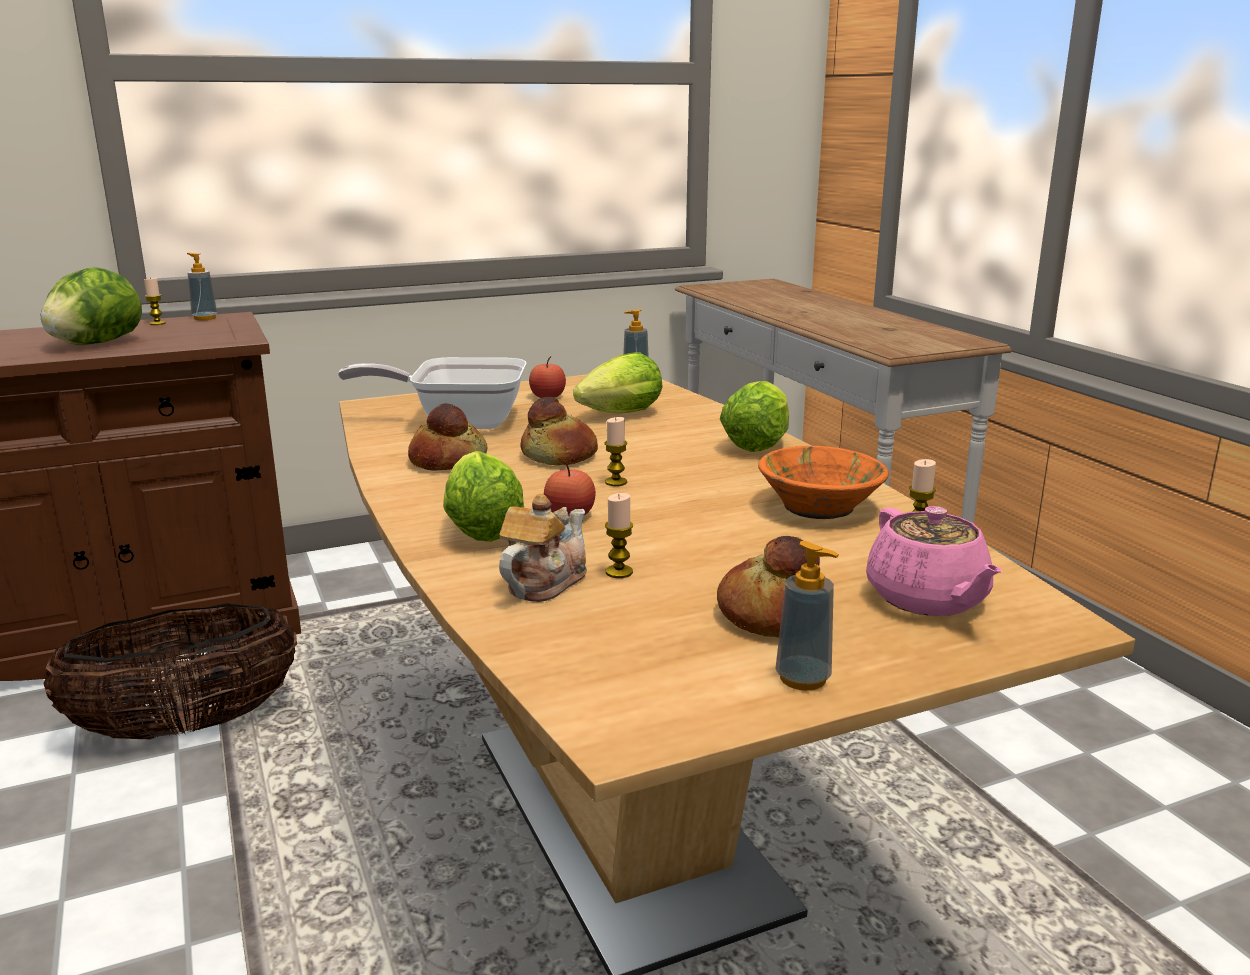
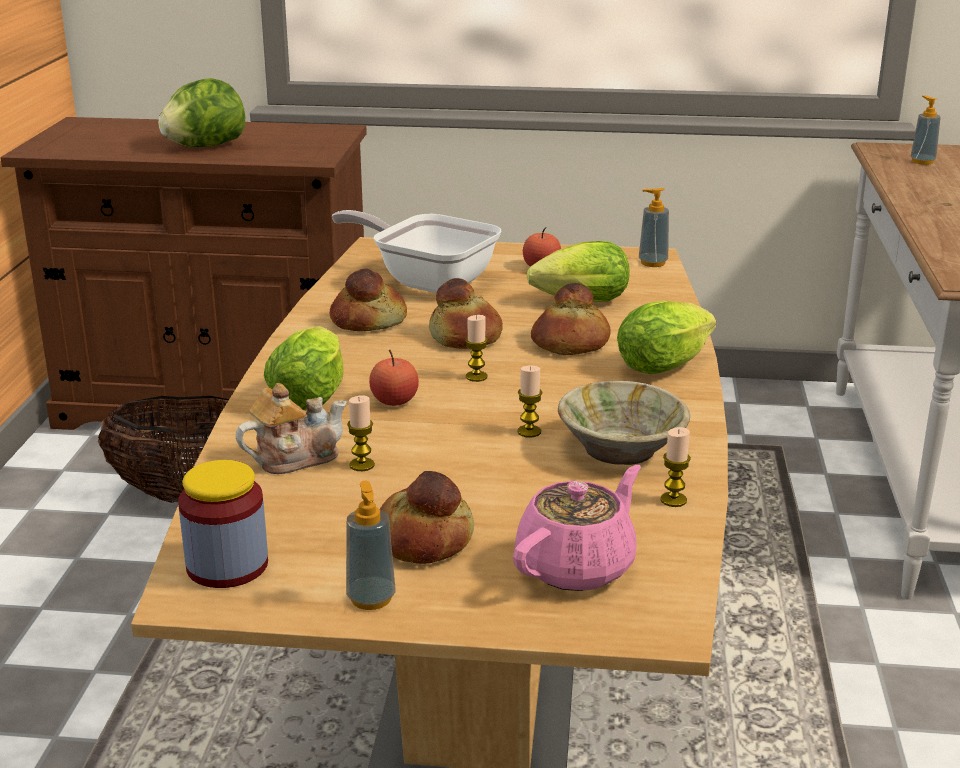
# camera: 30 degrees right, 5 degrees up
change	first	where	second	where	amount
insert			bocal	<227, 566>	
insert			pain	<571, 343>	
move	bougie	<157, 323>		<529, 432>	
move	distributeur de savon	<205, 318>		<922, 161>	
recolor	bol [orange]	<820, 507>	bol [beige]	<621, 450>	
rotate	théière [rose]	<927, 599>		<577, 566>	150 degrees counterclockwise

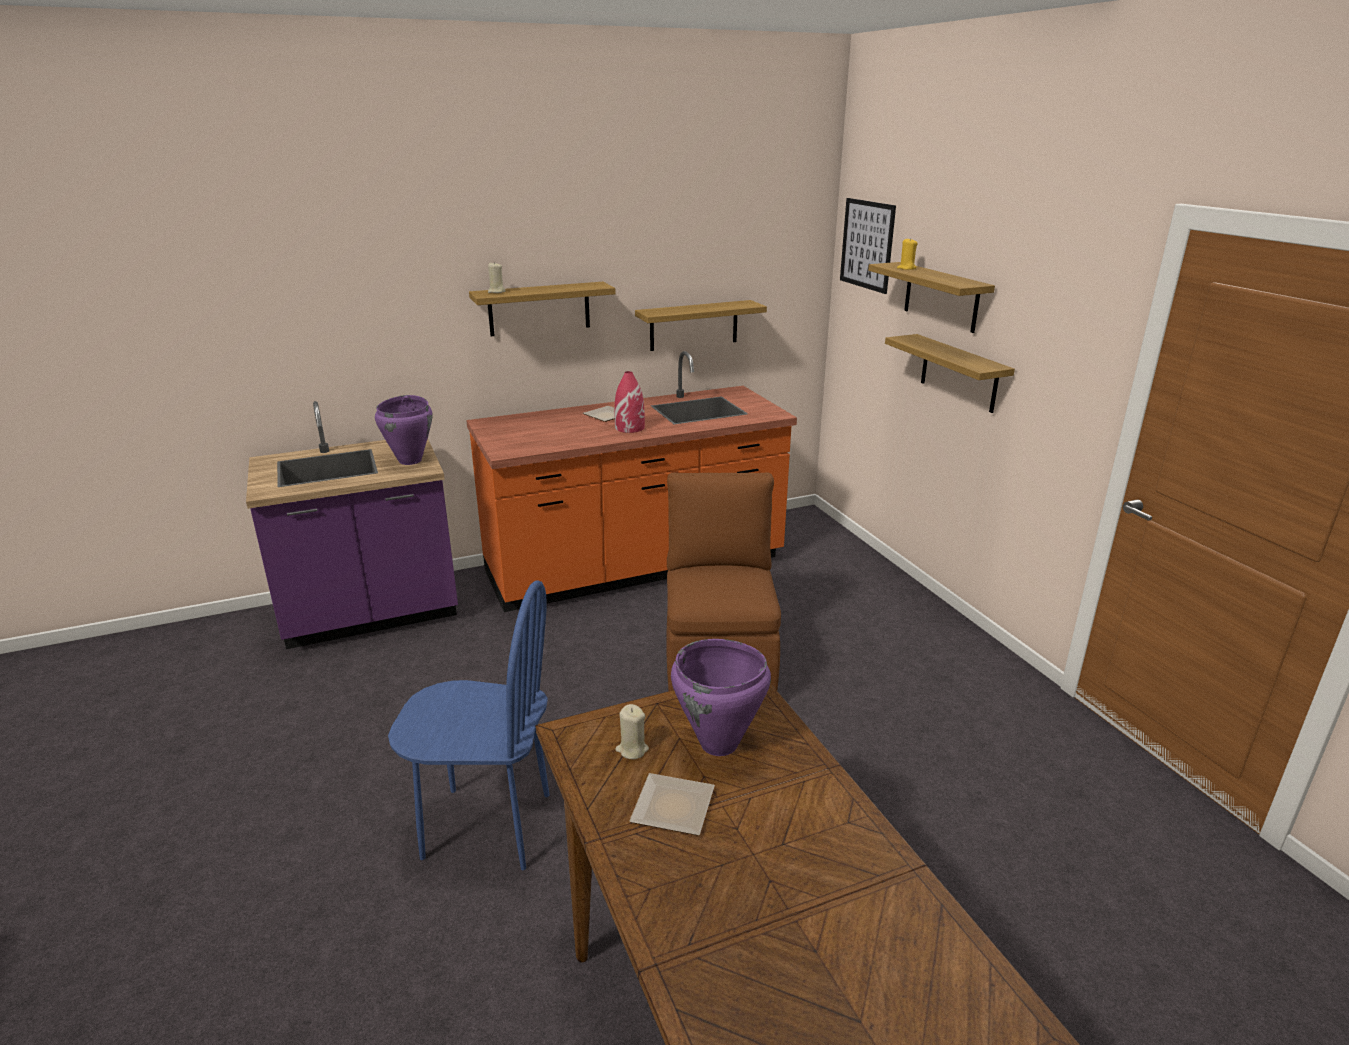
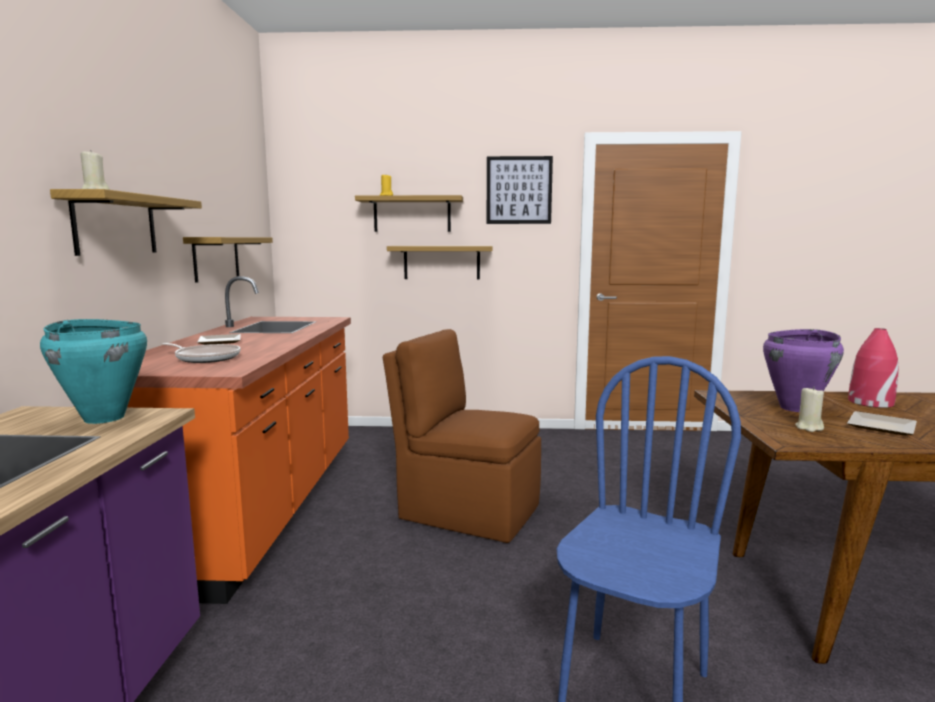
# camera: 65 degrees left, 15 degrees down
change	first	where	second	where	amount
insert			poêle	<206, 358>	
move	vase [rouge]	<629, 427>		<870, 402>	
move	tableau	<867, 244>		<519, 190>	
recolor	marmite [violet]	<410, 460>	marmite [turquoise]	<104, 418>	

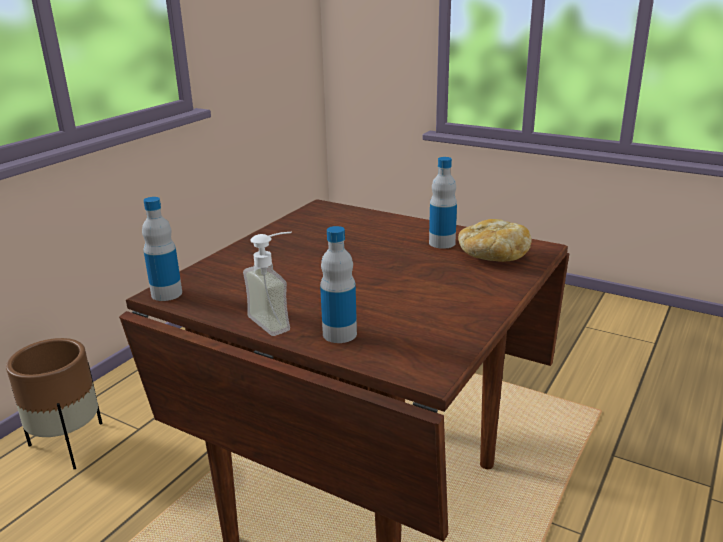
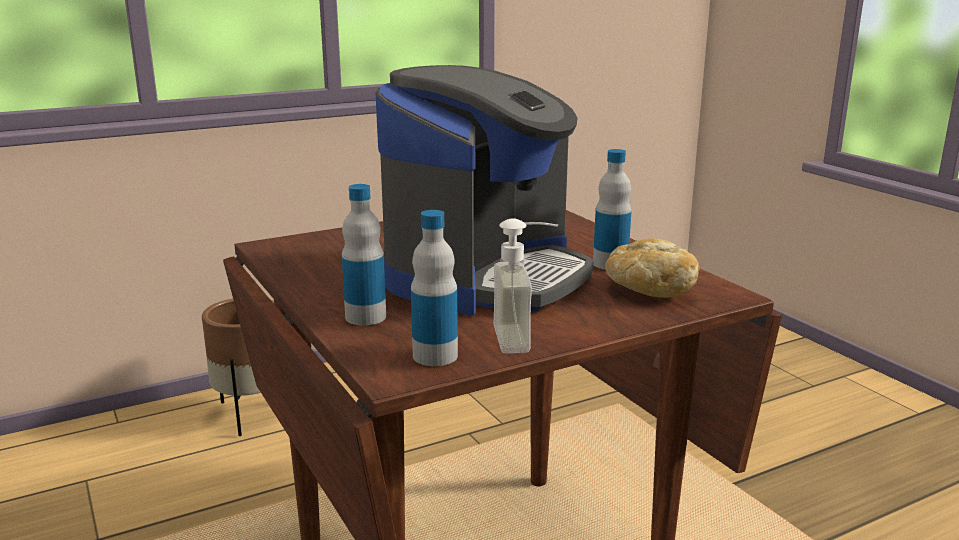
# camera: 30 degrees right, 5 degrees down
change	first	where	second	where	amount
insert			machine à café	<486, 277>	
move	bouteille	<166, 294>		<435, 356>	
move	distributeur de savon	<278, 320>		<525, 339>	

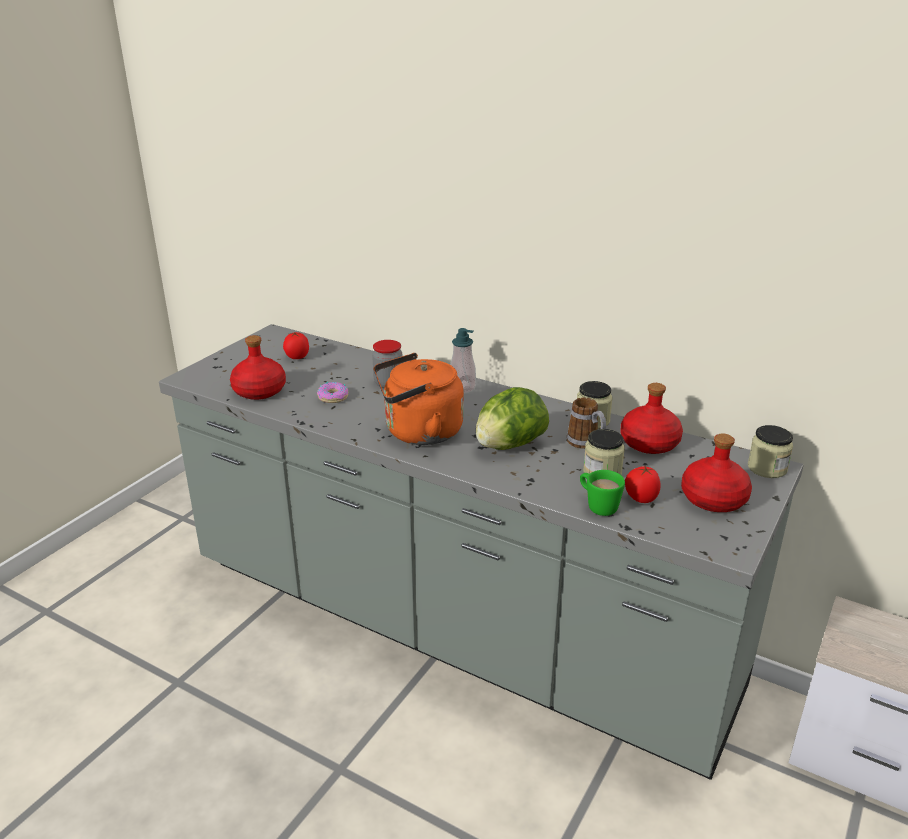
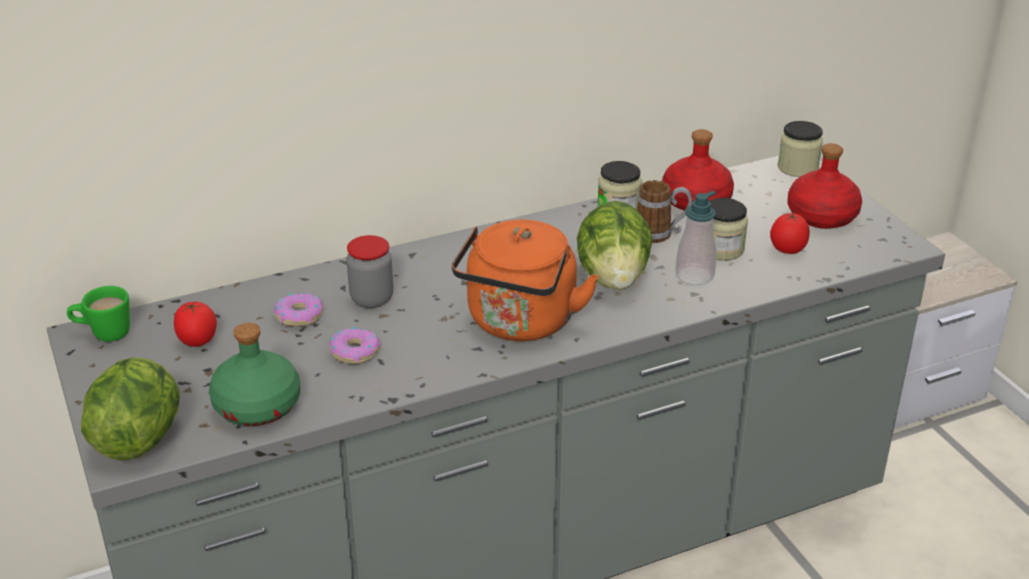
# camera: 55 degrees left, 5 degrees up
change	first	where	second	where	amount
insert			laitue	<139, 437>	
insert			beignet	<299, 316>	
move	distributeur de savon	<462, 388>		<694, 275>	
move	mug [vert]	<597, 506>		<103, 333>	
recolor	bouteille [rouge]	<259, 391>	bouteille [vert]	<258, 406>	

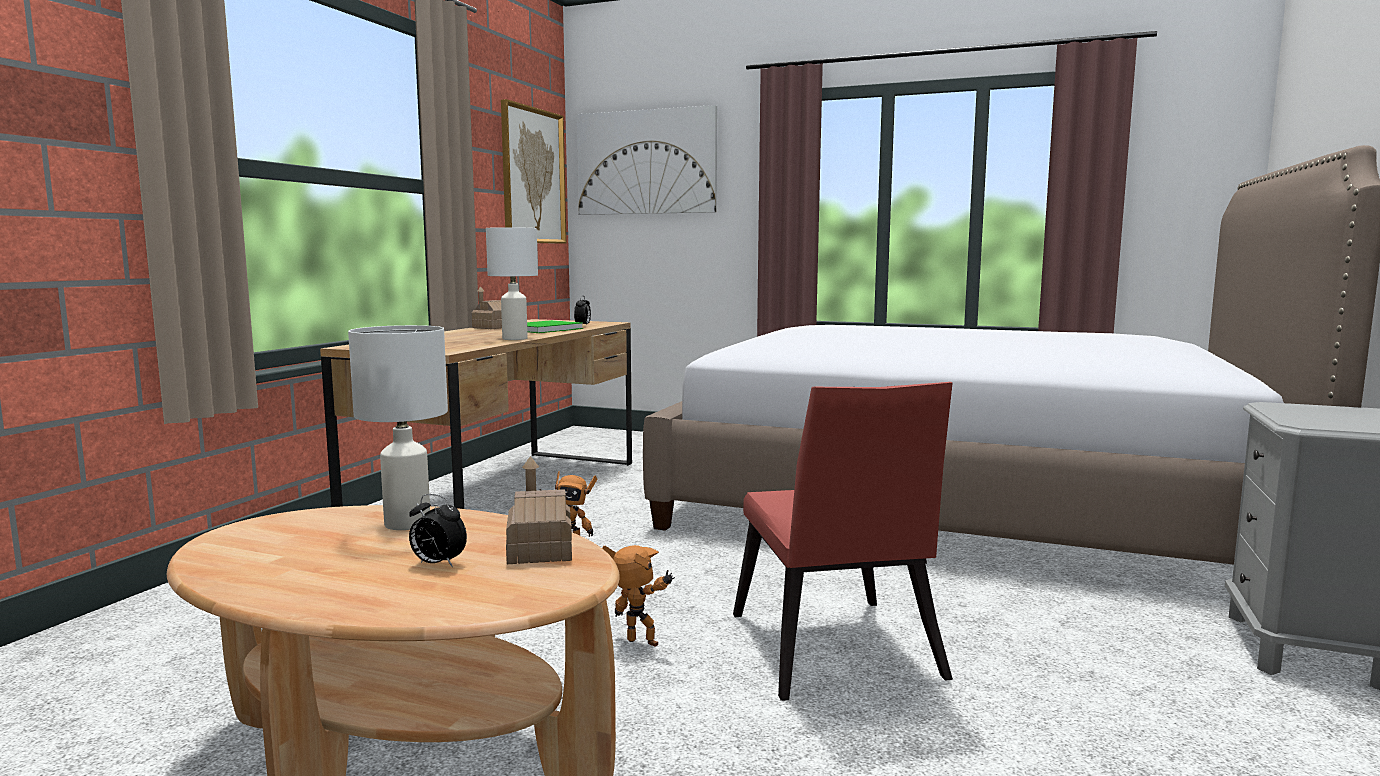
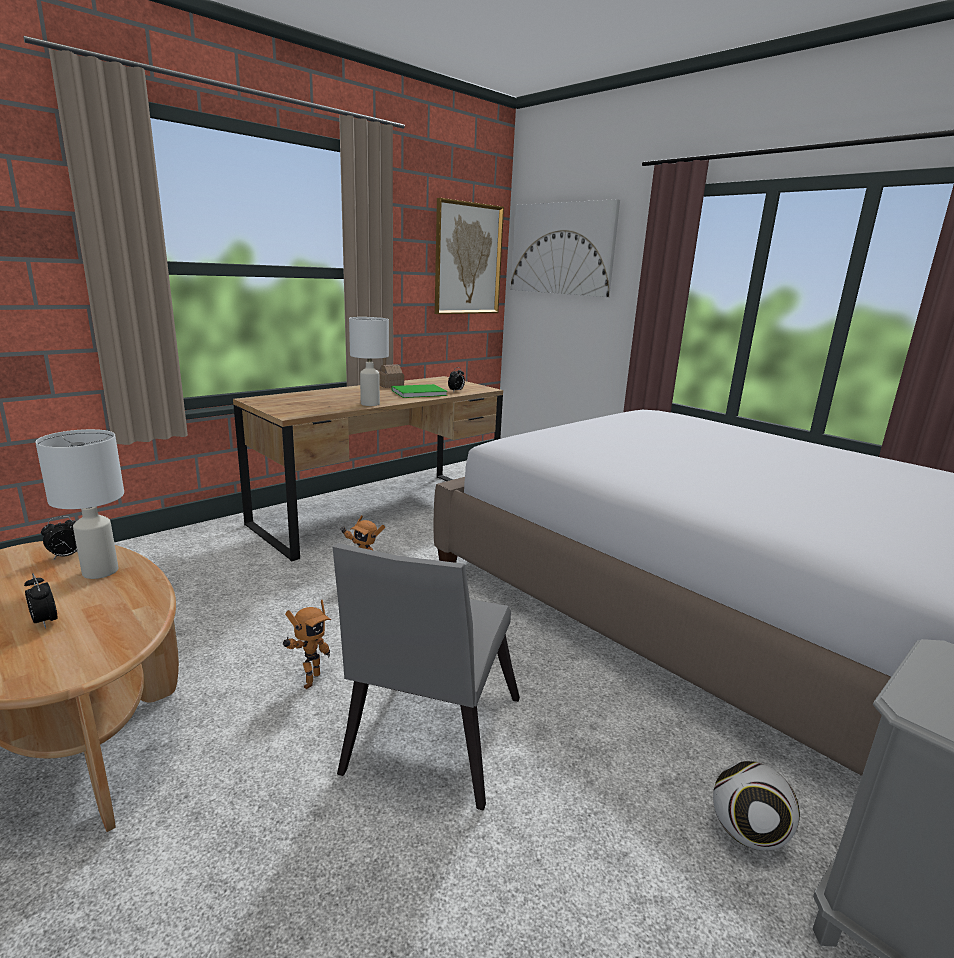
# camera: 25 degrees right, 10 degrees up
change	first	where	second	where	amount
delete	maison miniature	<539, 551>			
insert			réveil	<66, 556>	
insert			ballon de foot	<748, 834>	
recolor	chaise [rouge]	<835, 654>	chaise [gris]	<428, 742>	
rotate	robot jouet	<640, 645>		<308, 680>	60 degrees clockwise

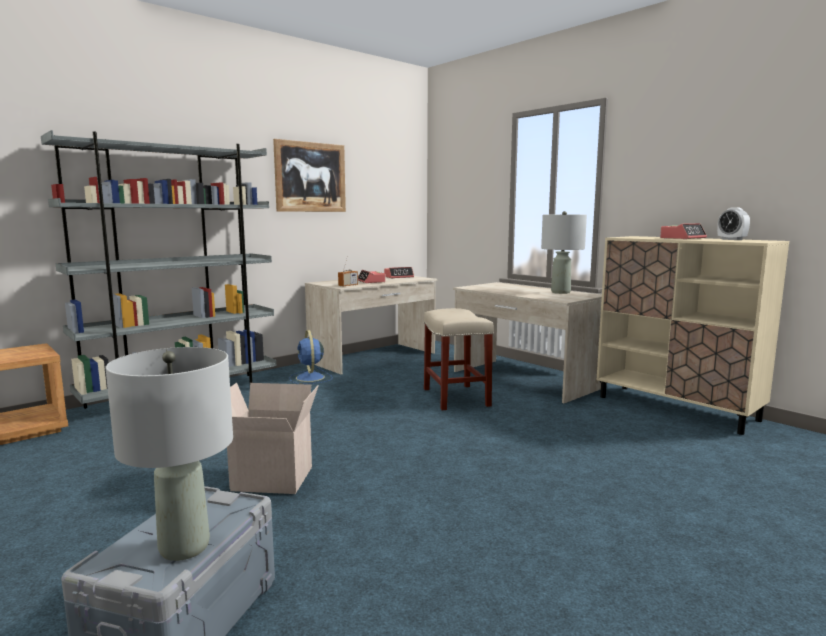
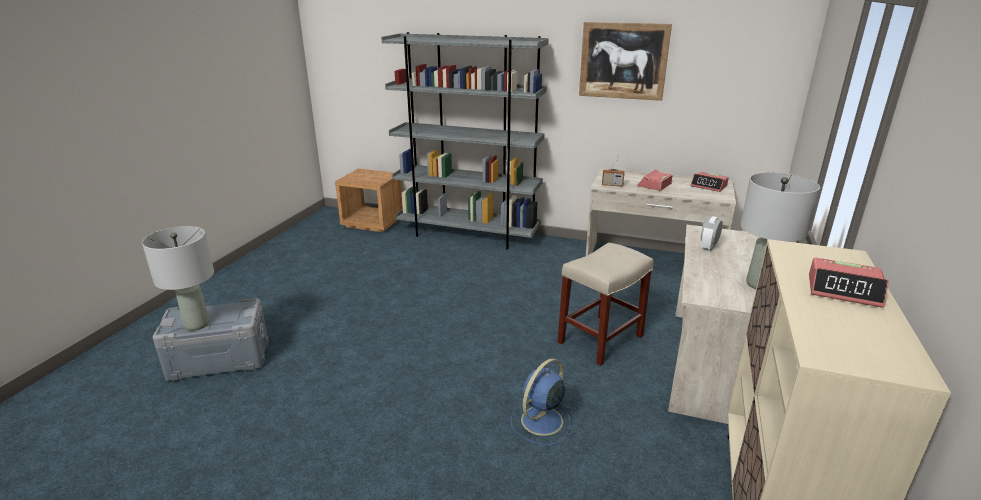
# camera: 60 degrees right, 15 degrees up
change	first	where	second	where	amount
delete	carton	<270, 480>			
move	ventilateur [bleu]	<310, 378>		<540, 422>	
move	réveil	<731, 239>		<708, 247>	

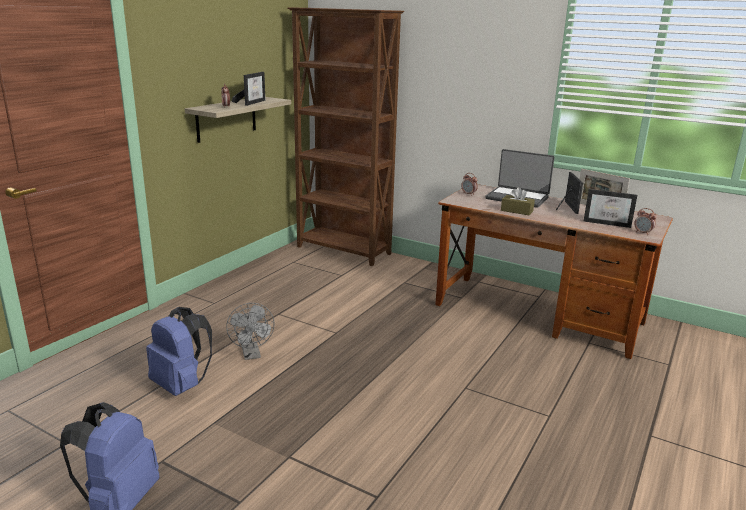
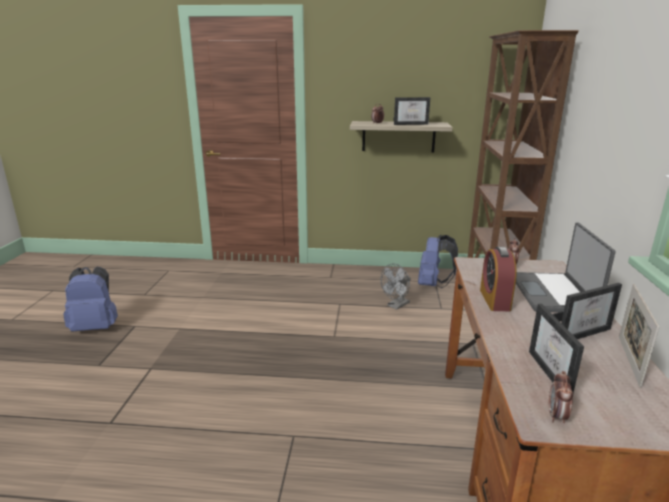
# camera: 65 degrees right, 0 degrees up
change	first	where	second	where	amount
move	sac à dos [bleu]	<182, 385>		<433, 284>	
move	ventilateur [gris]	<252, 355>		<396, 306>	
replace	boîte à mouchoirs [marron]	<516, 211>	réveil	<494, 300>	

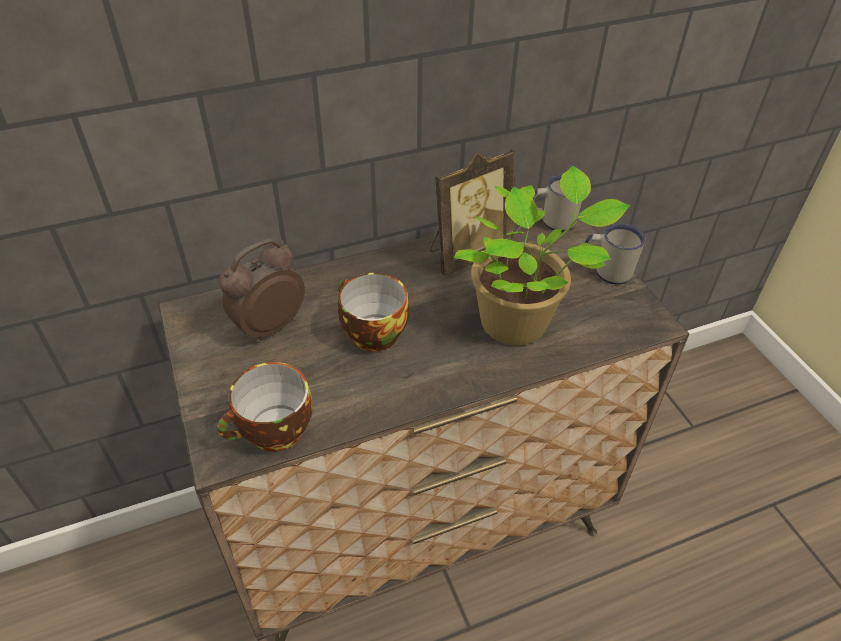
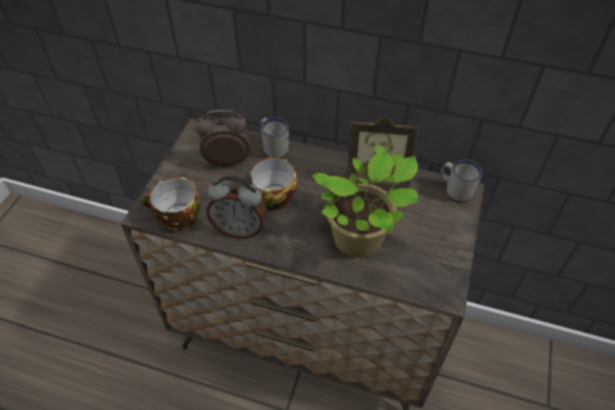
# camera: 40 degrees right, 5 degrees up
change	first	where	second	where	amount
insert			réveil	<240, 229>	
move	mug [blanc]	<606, 271>		<274, 147>	

